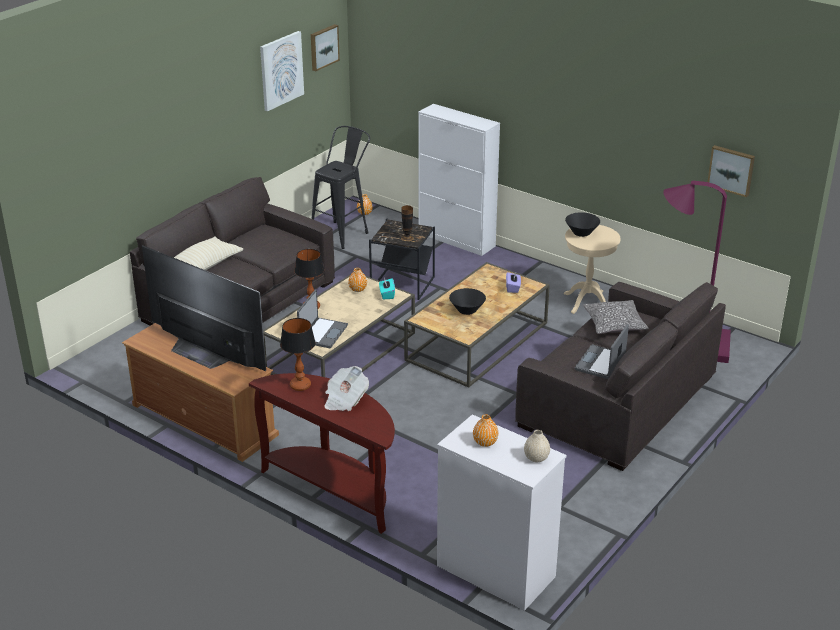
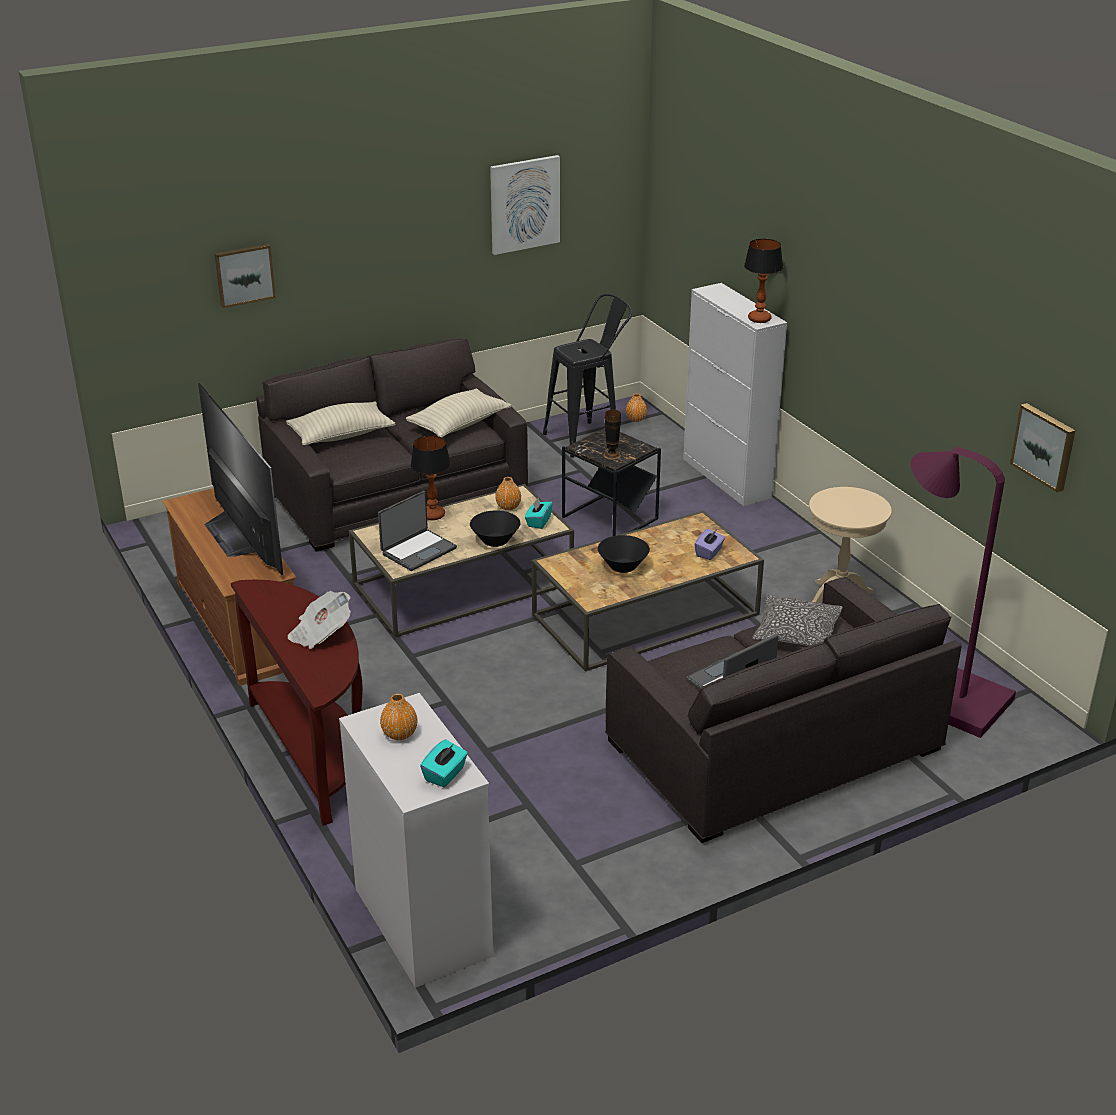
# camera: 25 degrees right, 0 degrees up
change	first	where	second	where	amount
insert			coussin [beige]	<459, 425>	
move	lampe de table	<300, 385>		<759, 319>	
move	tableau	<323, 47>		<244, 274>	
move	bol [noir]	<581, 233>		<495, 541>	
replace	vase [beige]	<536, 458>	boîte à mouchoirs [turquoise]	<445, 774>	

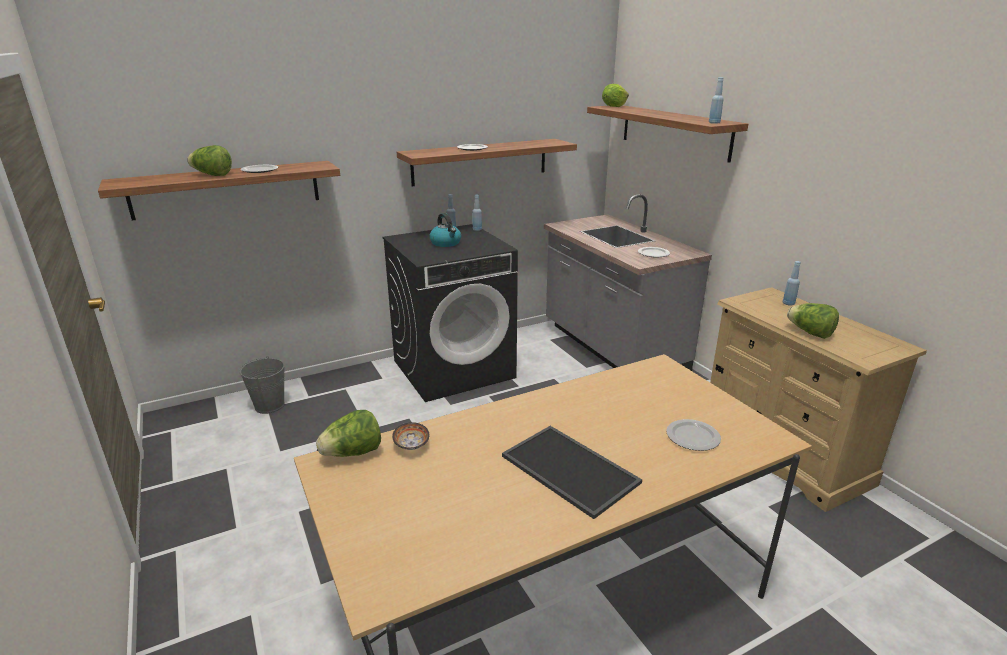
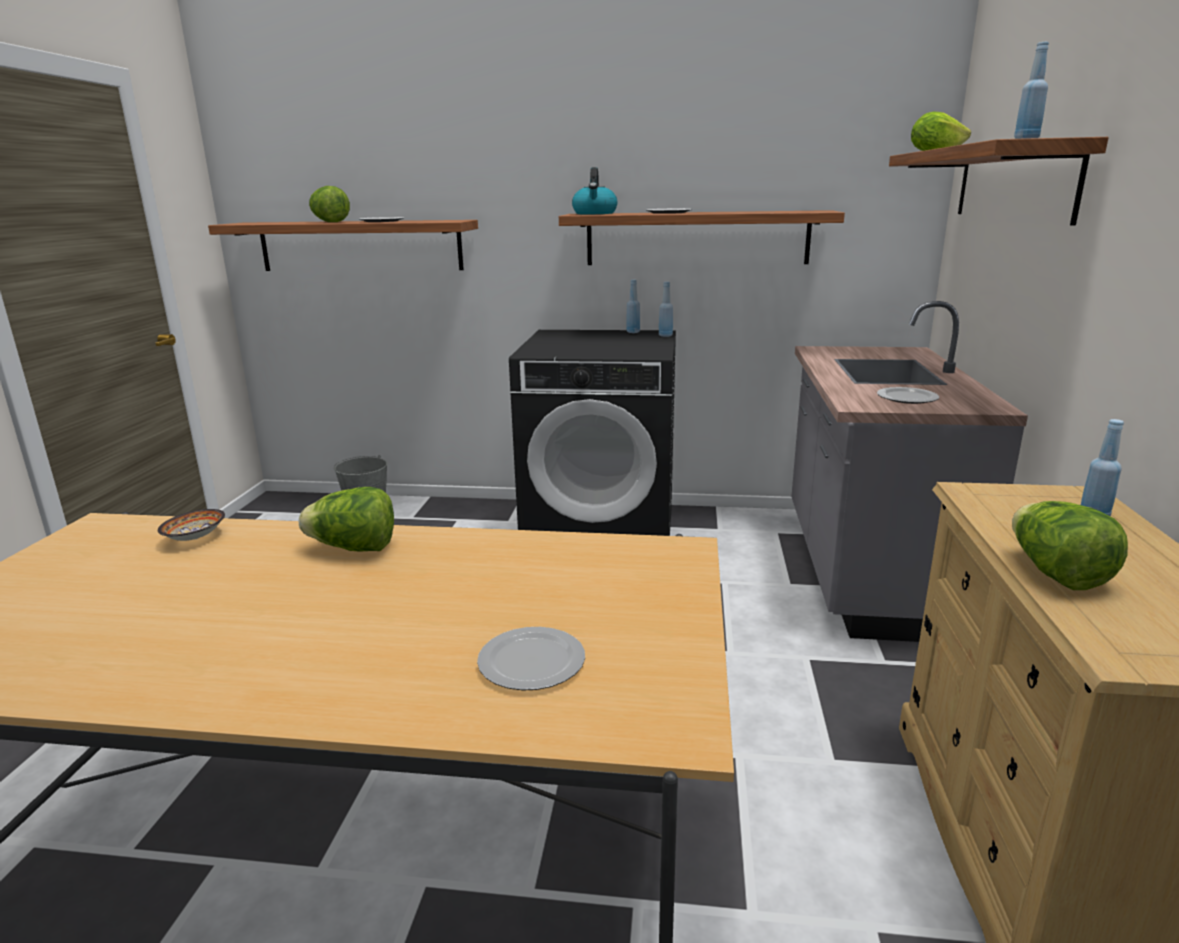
# camera: 35 degrees right, 5 degrees down
change	first	where	second	where	amount
delete	plateau	<572, 469>			
move	laitue	<353, 453>		<354, 548>	
move	bouilloire	<446, 243>		<595, 213>	

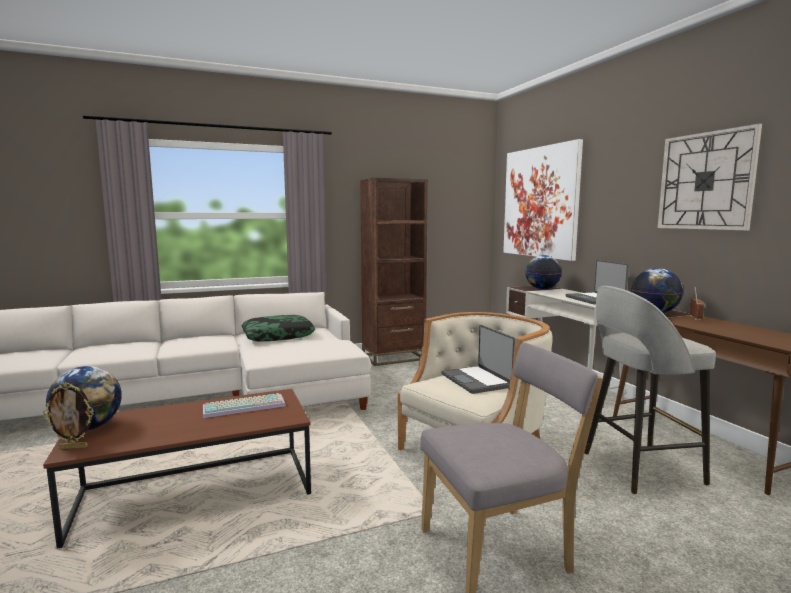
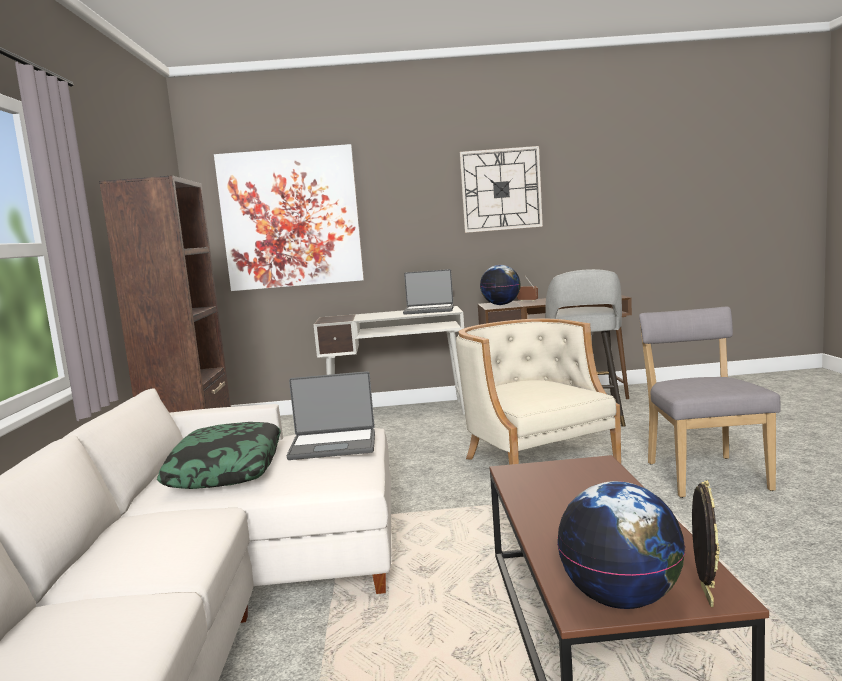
# camera: 70 degrees left, 0 degrees up
change	first	where	second	where	amount
delete	clavier	<245, 406>			
delete	globe	<542, 289>			
move	ordinateur portable	<477, 380>		<333, 445>	

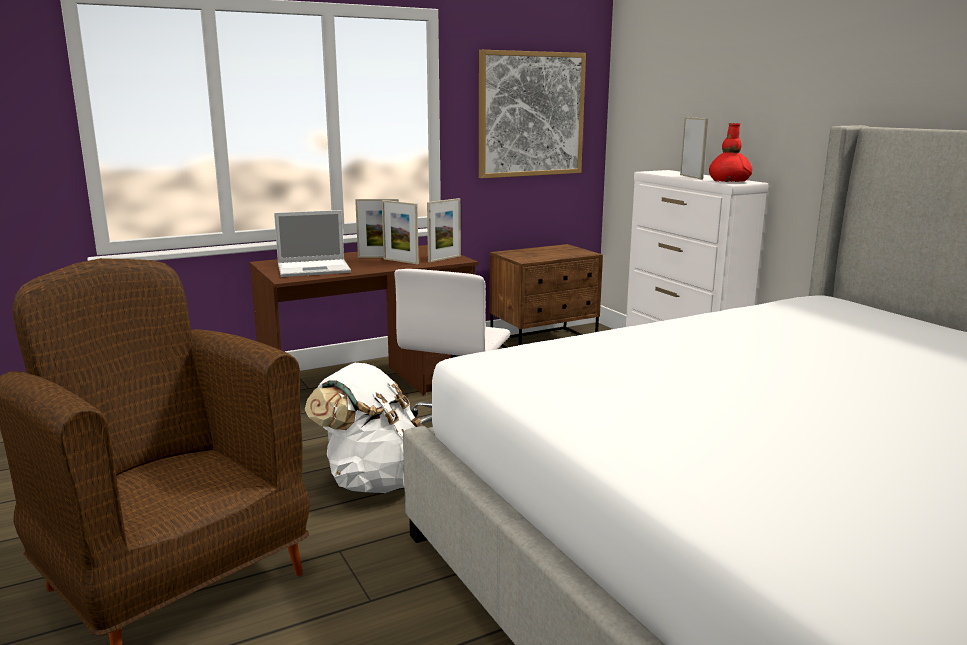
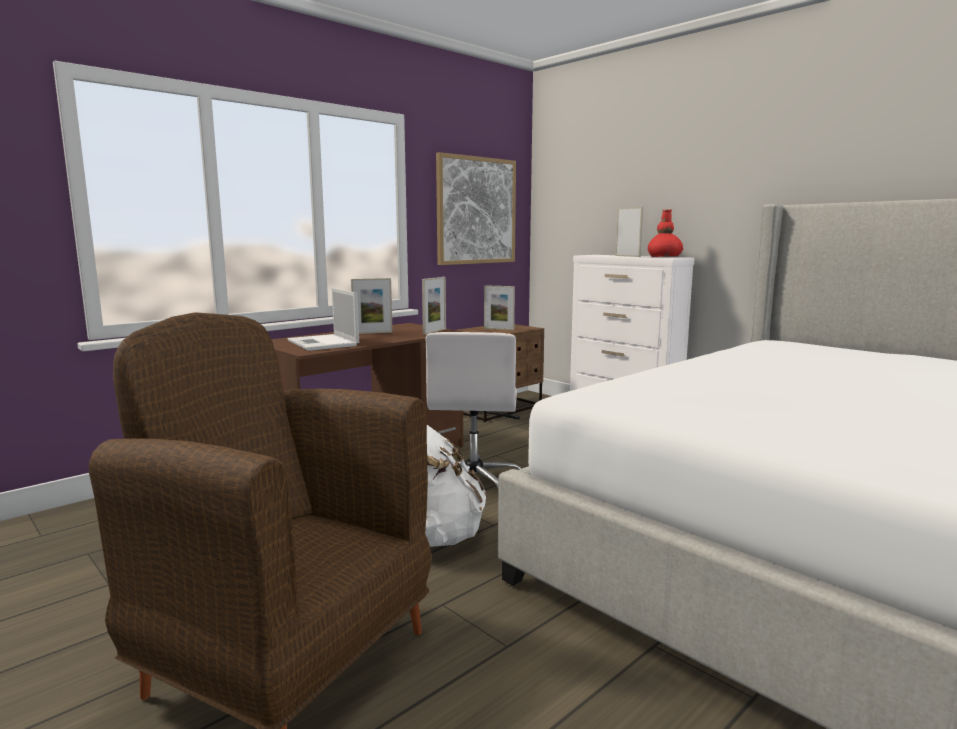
# camera: 15 degrees left, 5 degrees down
change	first	where	second	where	amount
move	cadre photo	<400, 261>		<499, 329>	
rotate	ordinateur portable	<315, 268>		<323, 343>	90 degrees clockwise

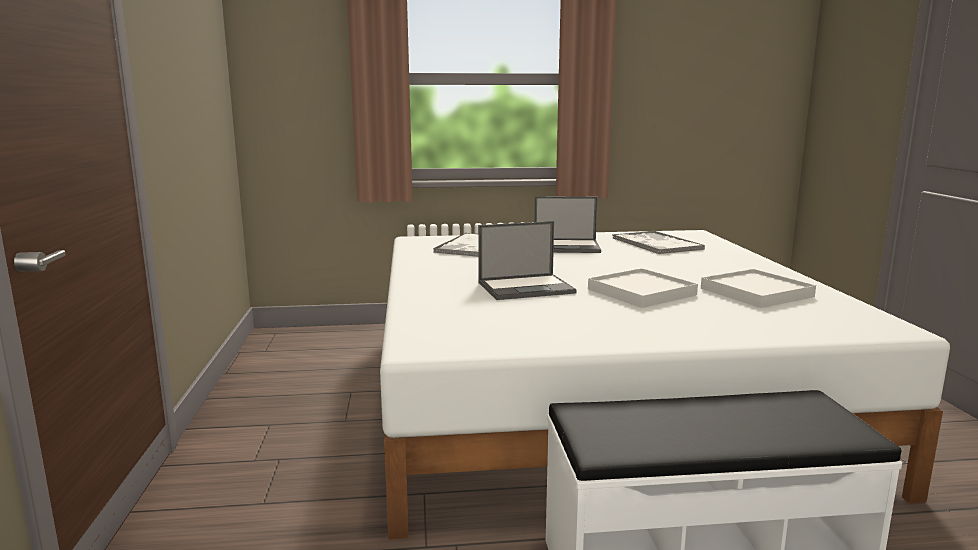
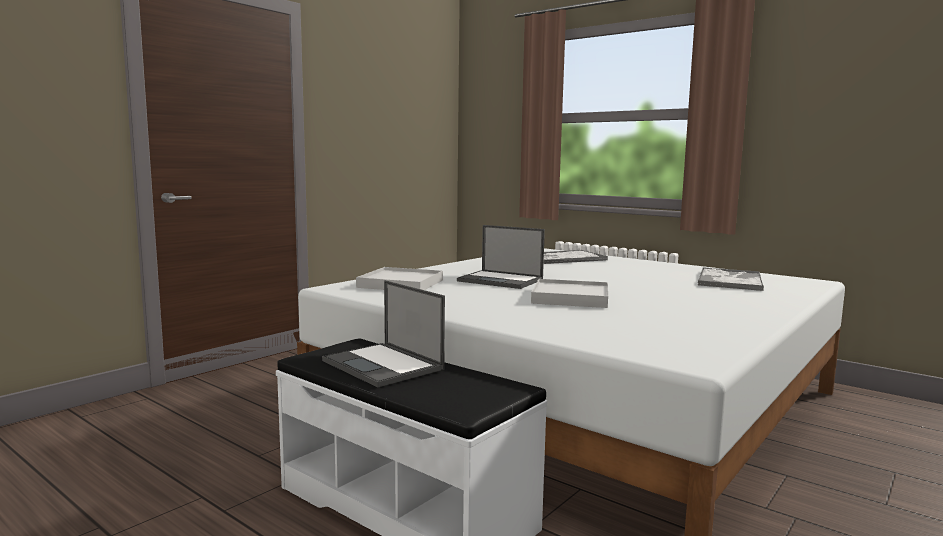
# camera: 45 degrees right, 5 degrees down
change	first	where	second	where	amount
move	ordinateur portable	<567, 247>		<384, 365>	
move	plateau [blanc]	<756, 292>		<400, 284>	

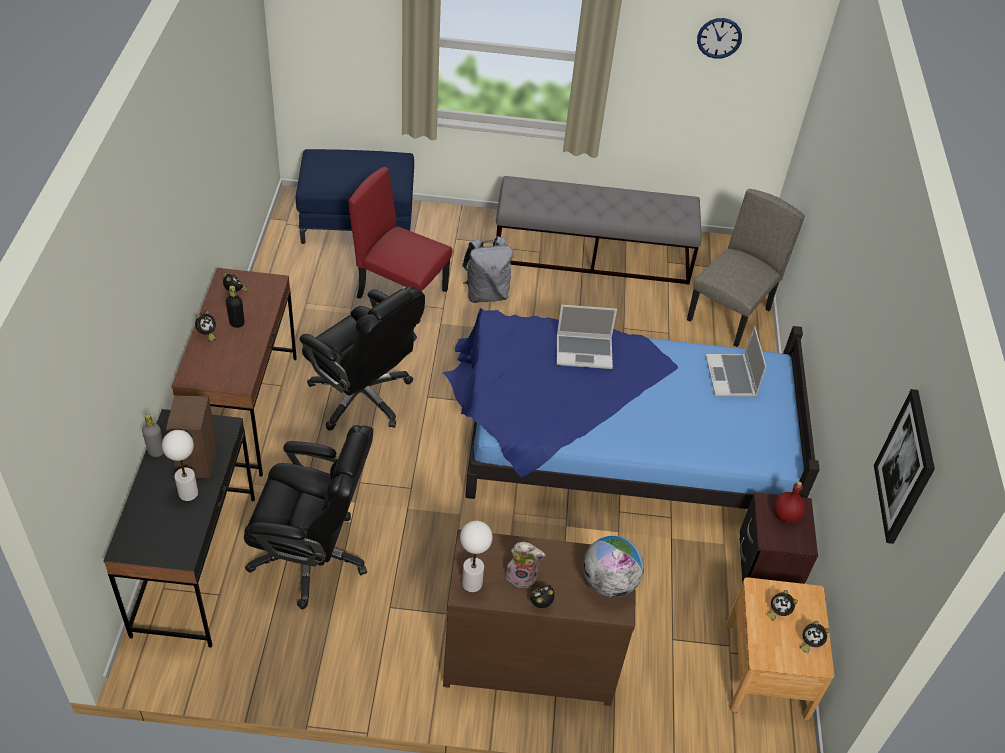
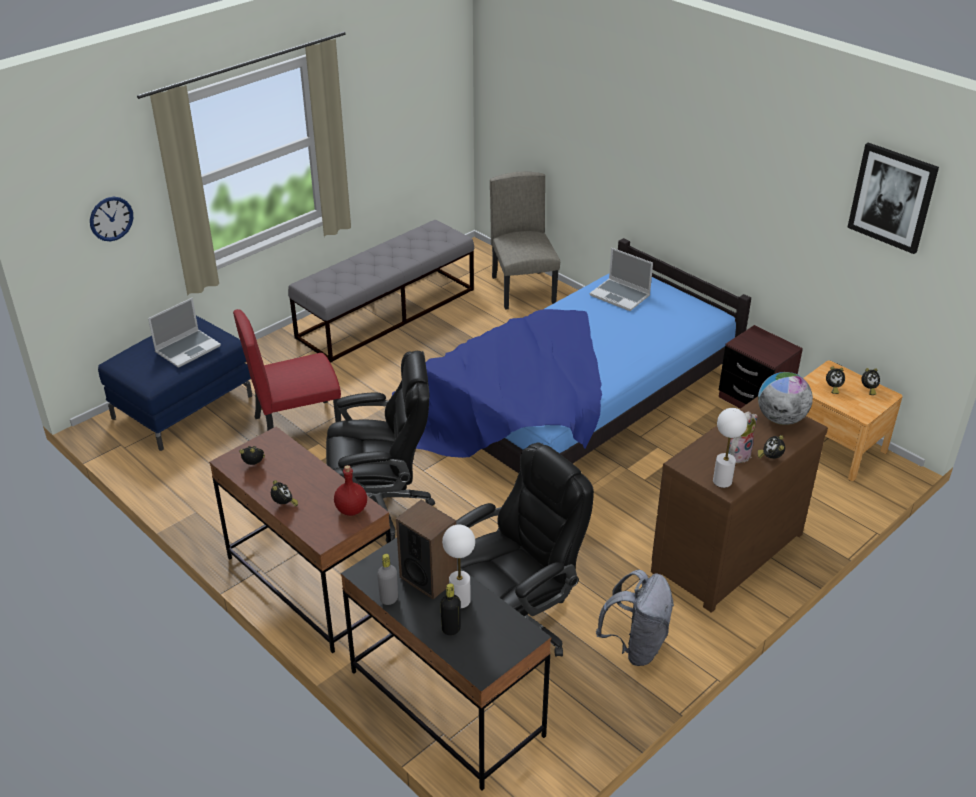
# camera: 45 degrees left, 10 degrees down
change	first	where	second	where	amount
move	bouteille [noir]	<237, 323>		<451, 629>	
move	sac à dos [gris]	<486, 294>		<635, 646>	
move	ordinateur portable	<584, 352>		<188, 349>	
move	horloge murale	<719, 38>		<111, 218>	
move	bouteille [rouge]	<786, 515>		<351, 509>	

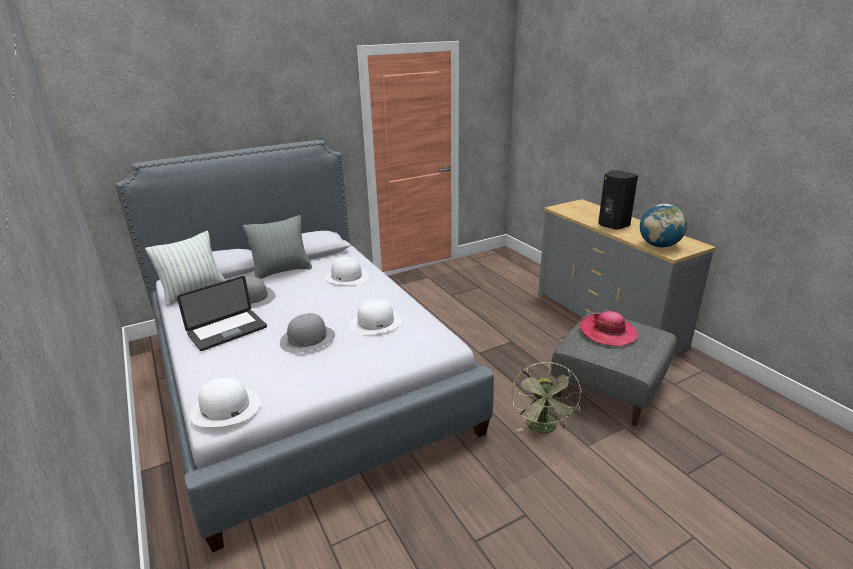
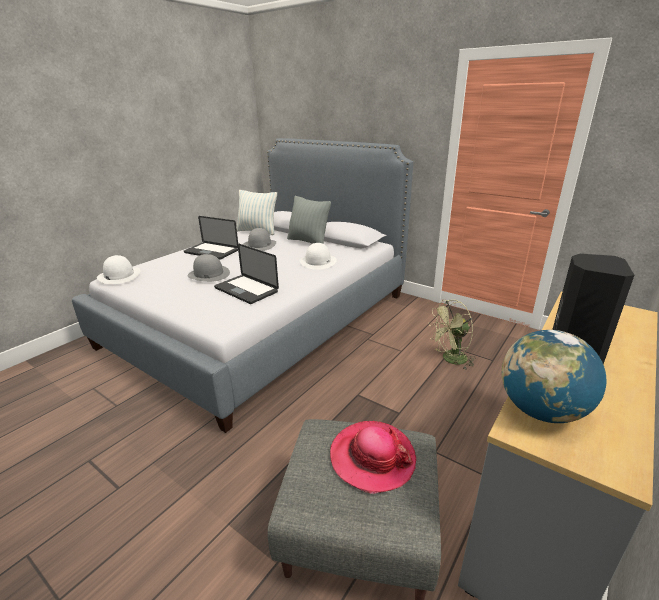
# camera: 65 degrees right, 0 degrees up
change	first	where	second	where	amount
move	ventilateur [vert]	<543, 429>		<450, 360>	
replace	chapeau [blanc]	<376, 322>	ordinateur portable	<246, 290>	

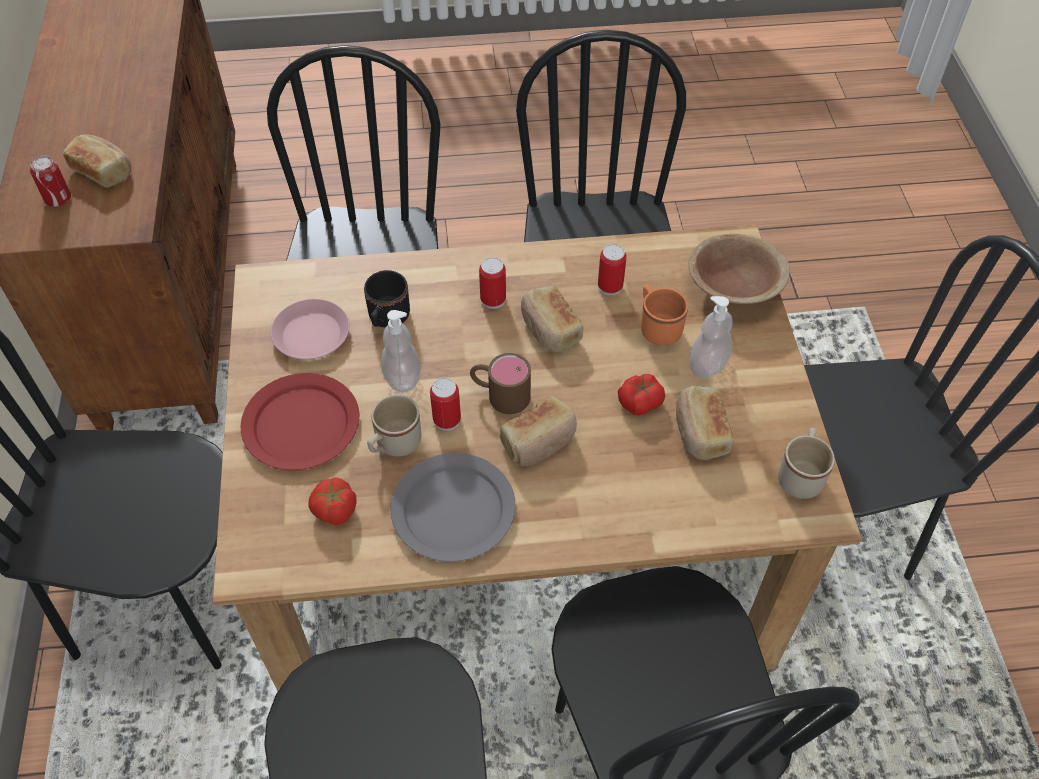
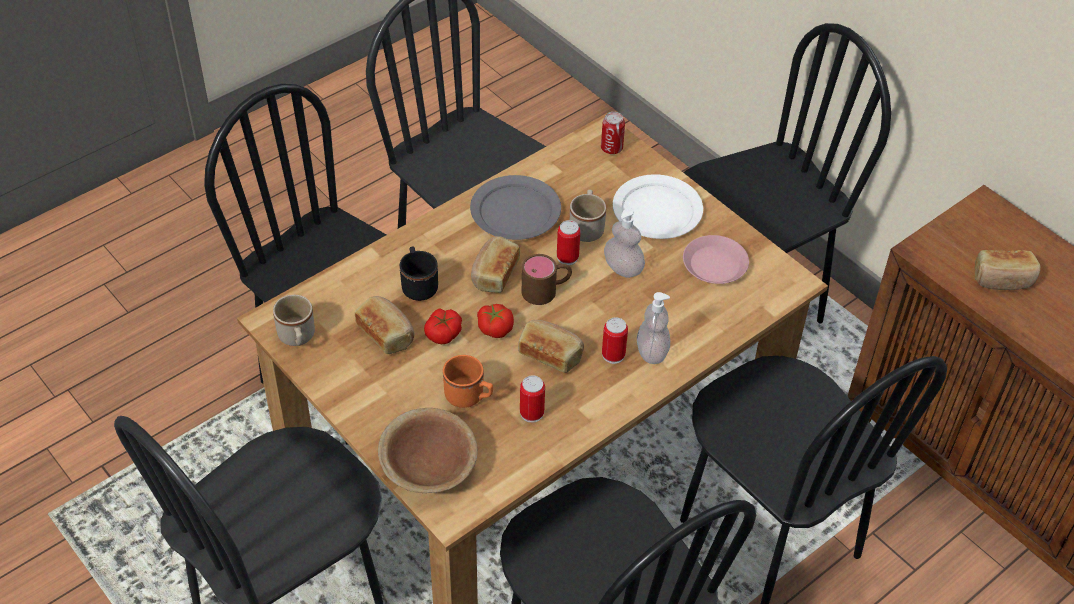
# camera: 145 degrees right, 5 degrees down
change	first	where	second	where	amount
move	boîte métallique	<58, 199>		<611, 148>	
move	tomate	<334, 510>		<495, 328>	
move	mug [noir]	<387, 319>		<418, 285>	
move	distributeur de savon	<708, 365>		<652, 352>	
recolor	assiette [rouge]	<300, 425>	assiette [blanc]	<657, 210>	

